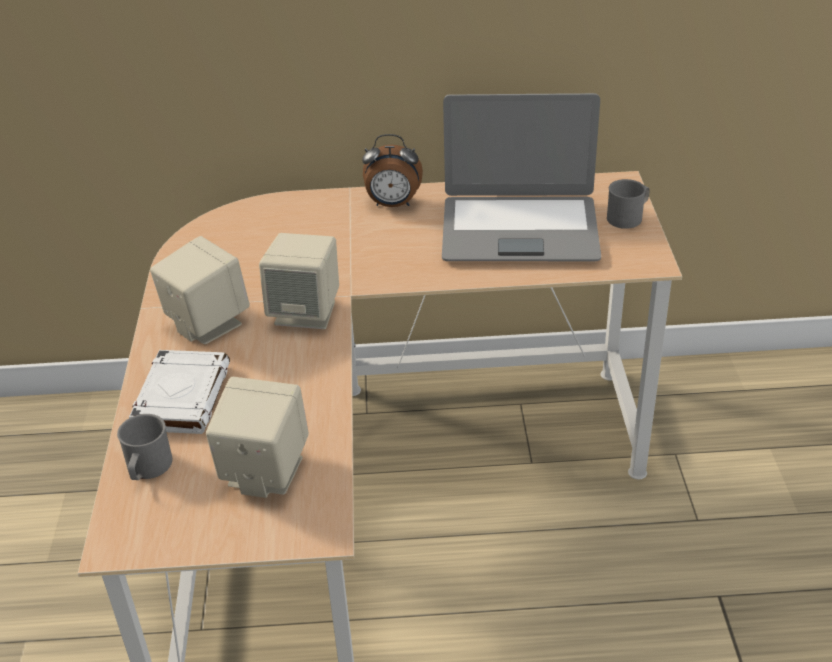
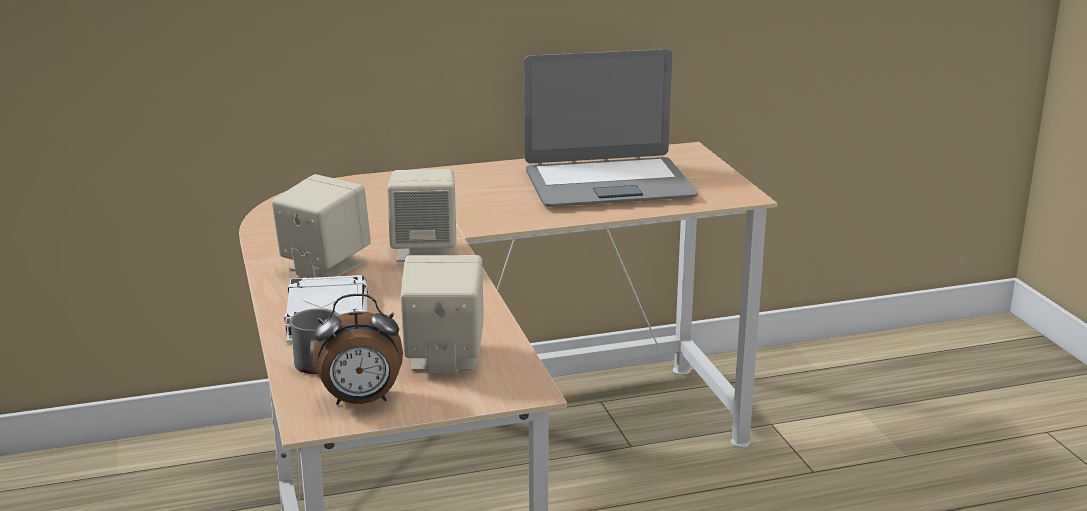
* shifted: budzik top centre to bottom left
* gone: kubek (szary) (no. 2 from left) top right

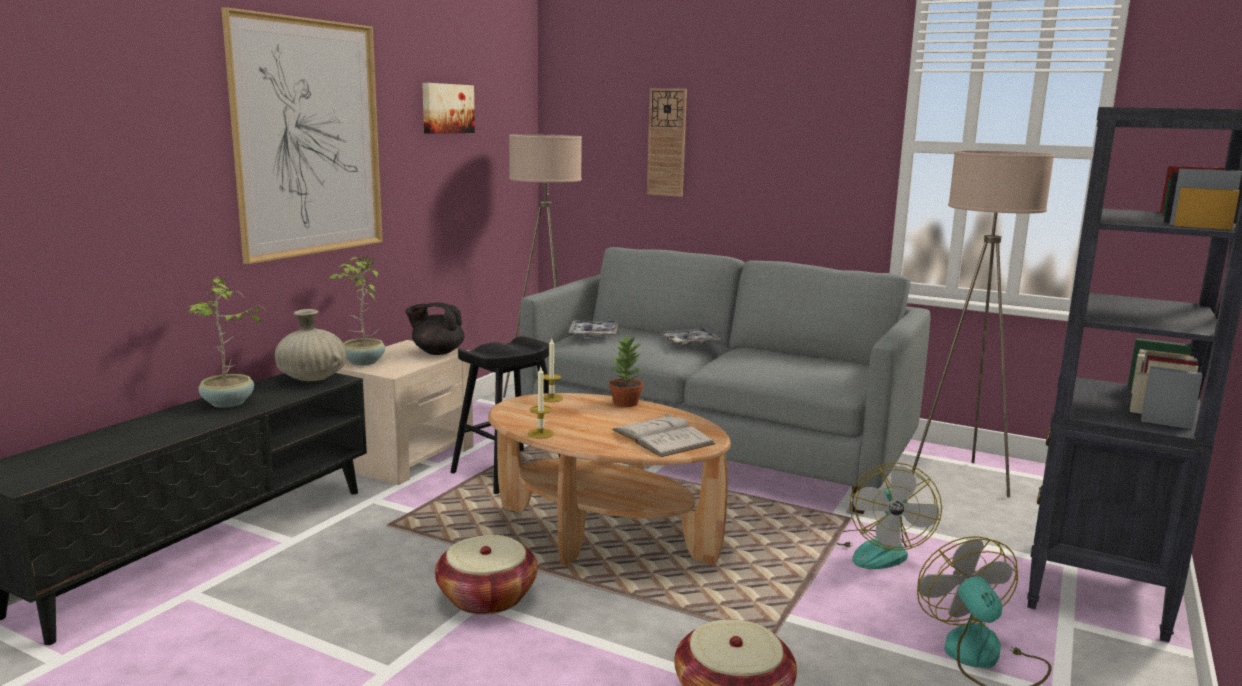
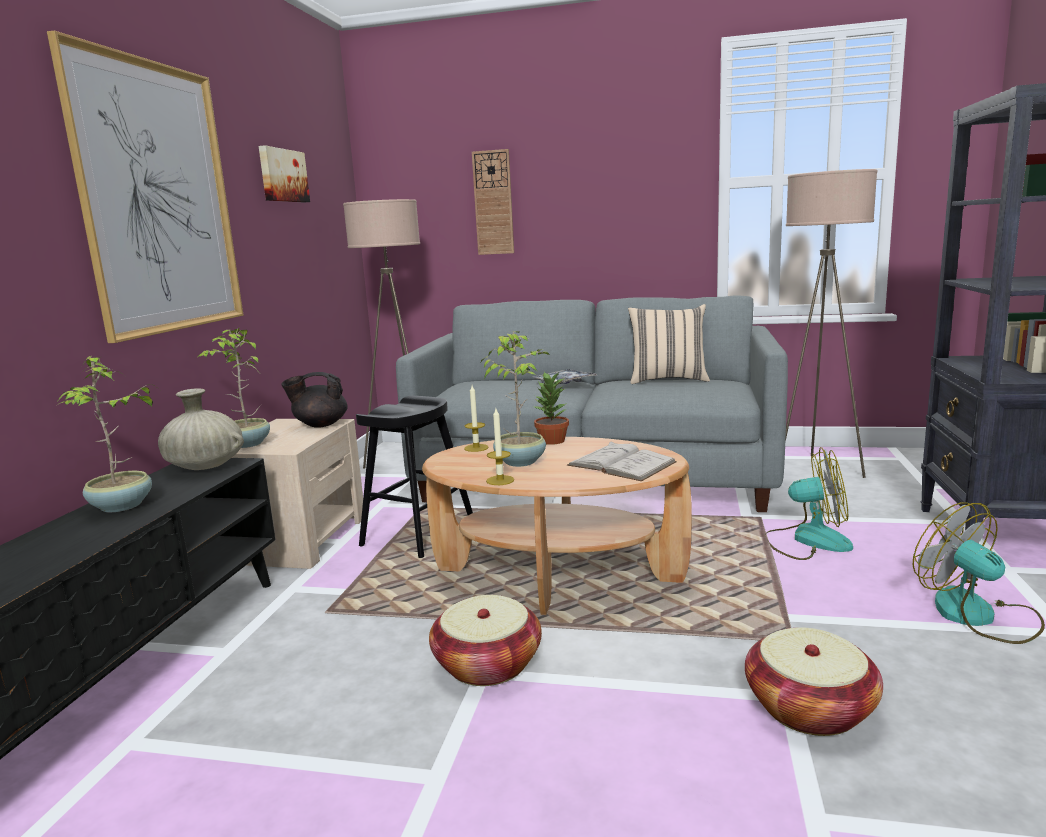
* gone: taca (no. 1 from left) centre
* rotated: wentylator (no. 1 from left) bottom right = middle right 75 degrees counterclockwise
* new: roślina doniczkowa (no. 3 from left) centre
* new: poduszka (beżowy) centre

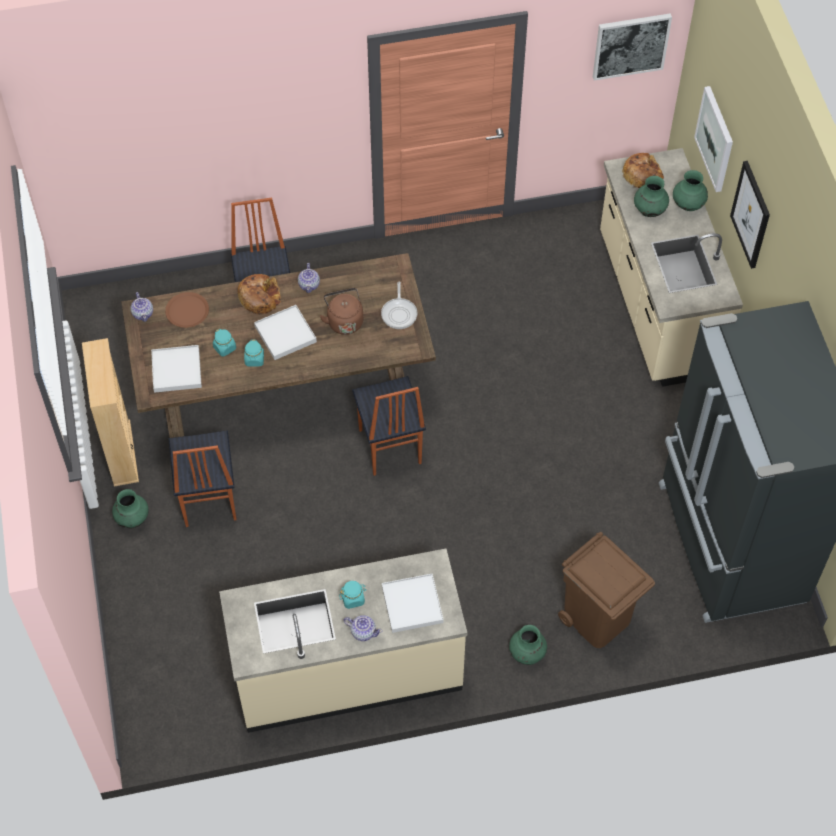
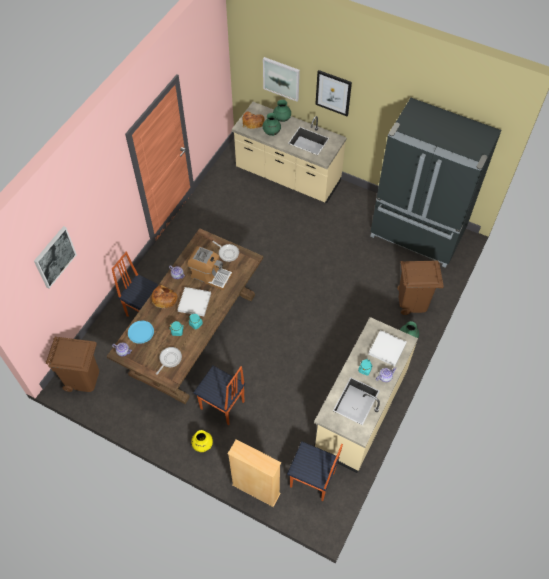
* shifted: regał (beżowy) middle left to bottom centre
* repainted: wazon (zielony) (no. 1 from left) middle left to wazon (żółty) bottom centre
* swapped: taca (biały) (no. 1 from left) middle left to patelnia (no. 1 from left) middle left
* repainted: talerz (brązowy) middle left to talerz (niebieski) middle left
* swapped: czajnik (brązowy) centre to ekspres do kawy centre
* shifted: krzesło (no. 3 from left) centre to bottom centre
* shifted: obraz (no. 1 from left) top right to middle left
* new: kosz na śmieci (brązowy) (no. 1 from left) middle left

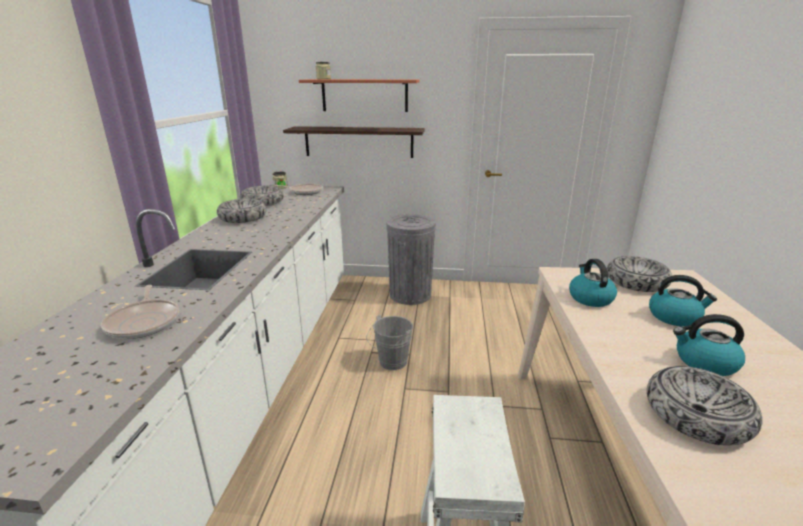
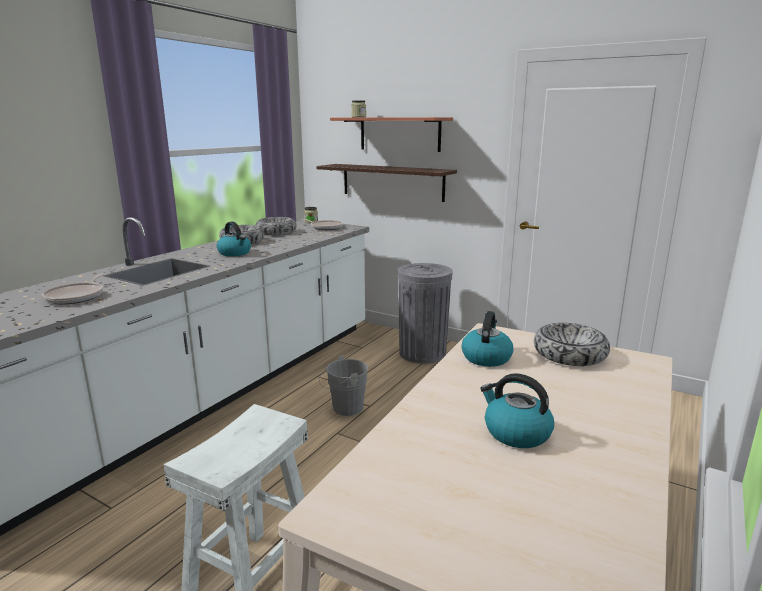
* gone: miska (no. 4 from left) bottom right
* shifted: czajnik (no. 2 from left in the first image) middle right to czajnik (no. 1 from left) middle left

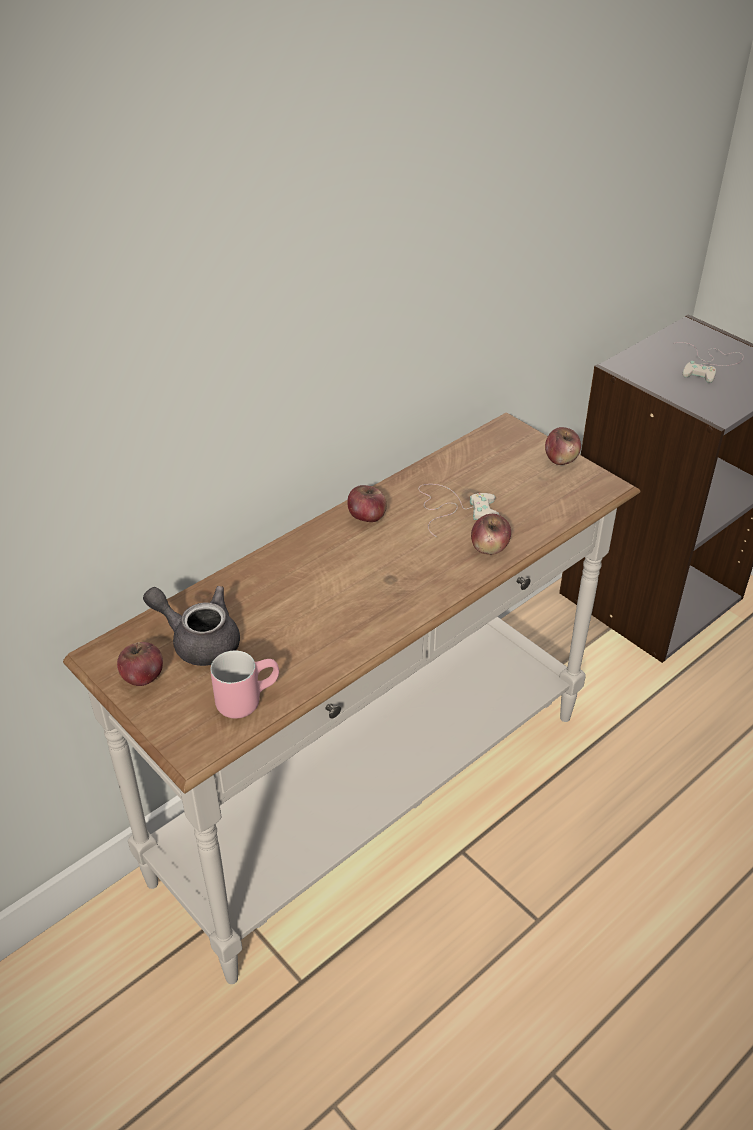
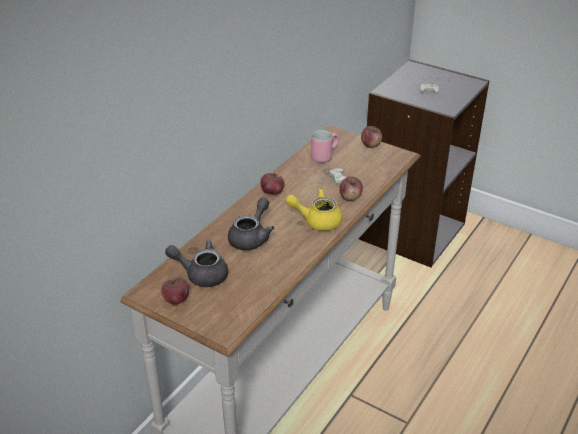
* shifted: kubek (różowy) middle left to centre
* new: imbryk (szary) (no. 2 from left) centre
* new: imbryk (żółty) centre

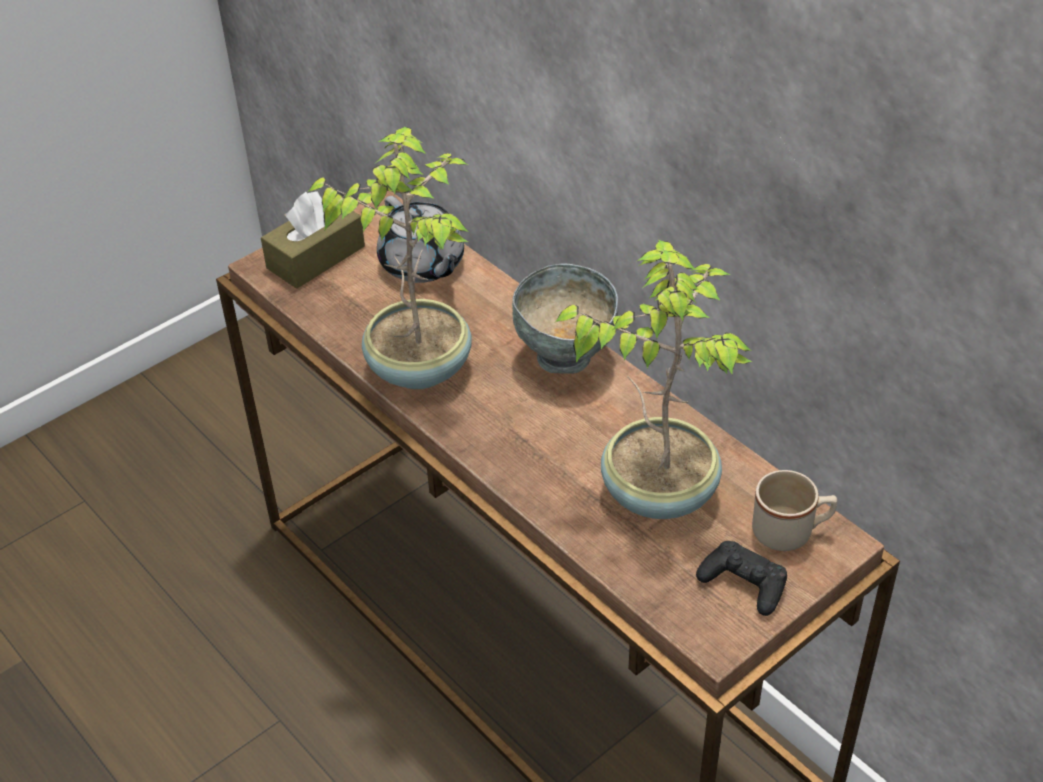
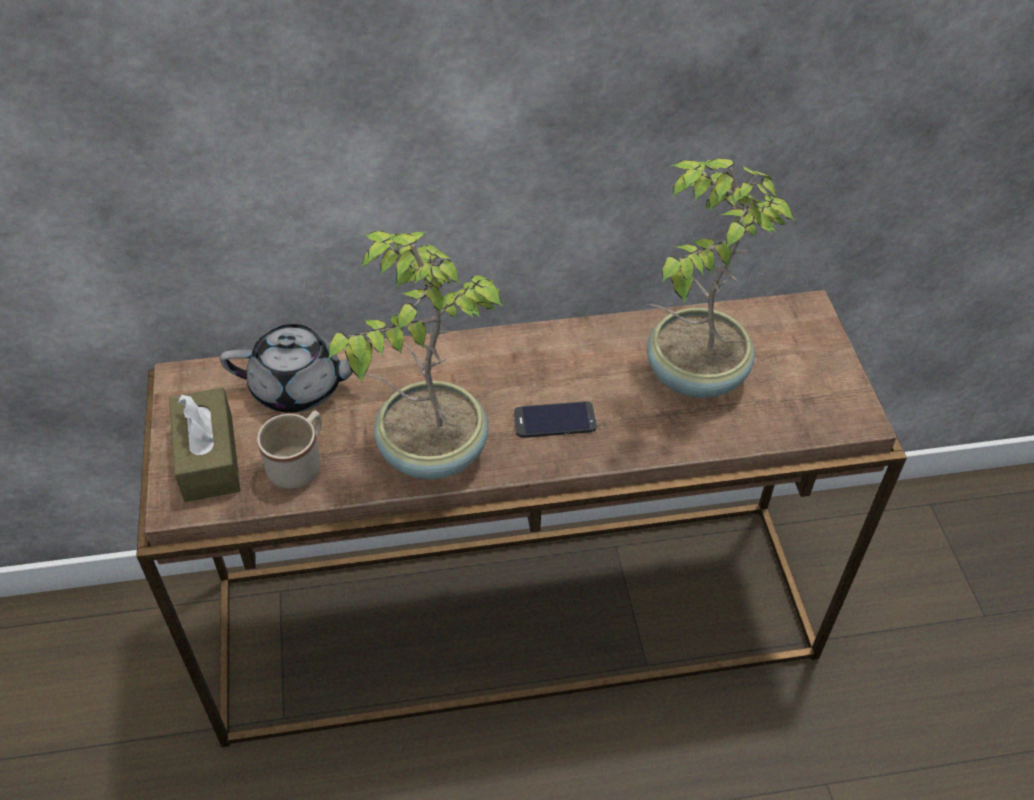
* gone: miska (szary) centre
* gone: pad do gier (czarny) bottom right
* shifted: kubek (beżowy) middle right to middle left
* new: telefon centre

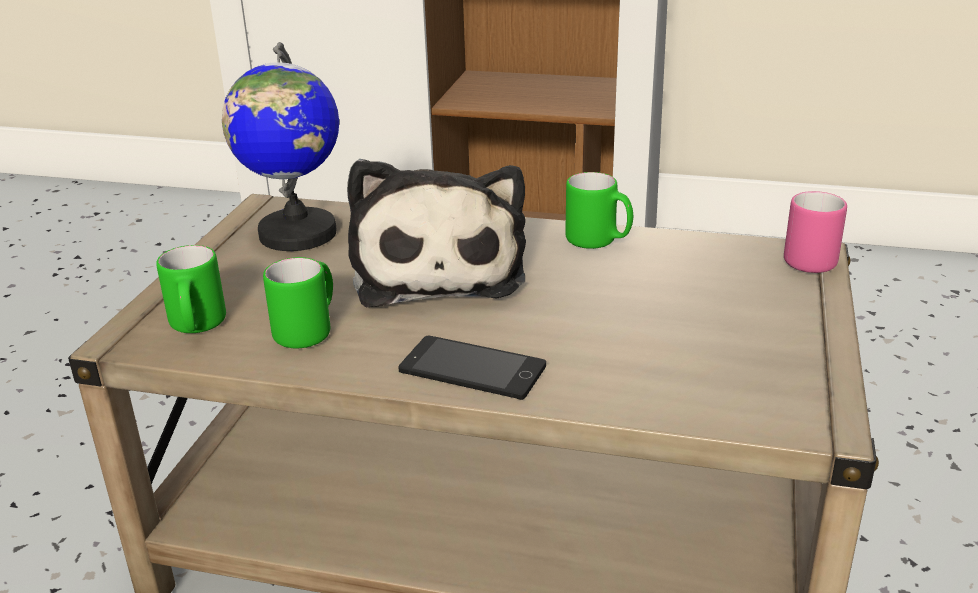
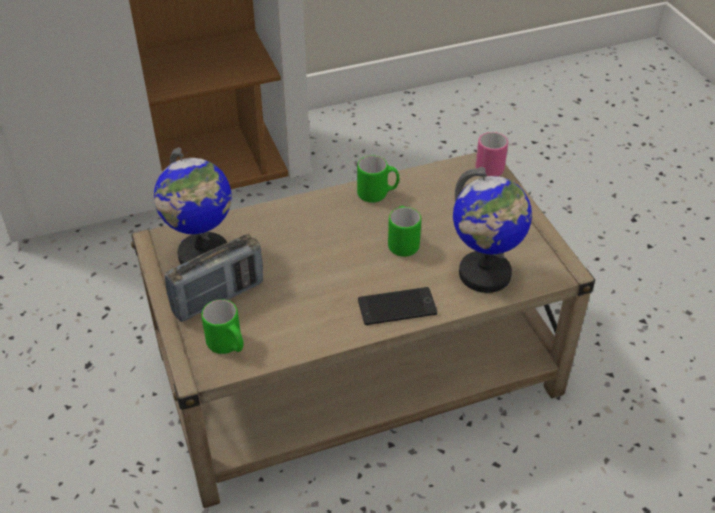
* shifted: kubek (zielony) (no. 2 from left in the first image) middle left to kubek (zielony) (no. 3 from left) centre
* gone: pluszak centre
* new: radio middle left
* new: globus (no. 2 from left) middle right

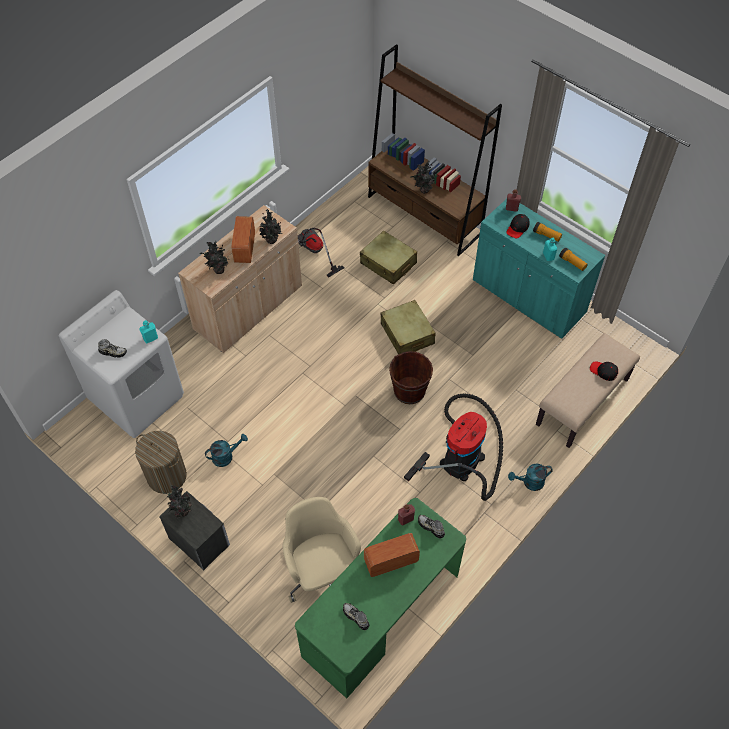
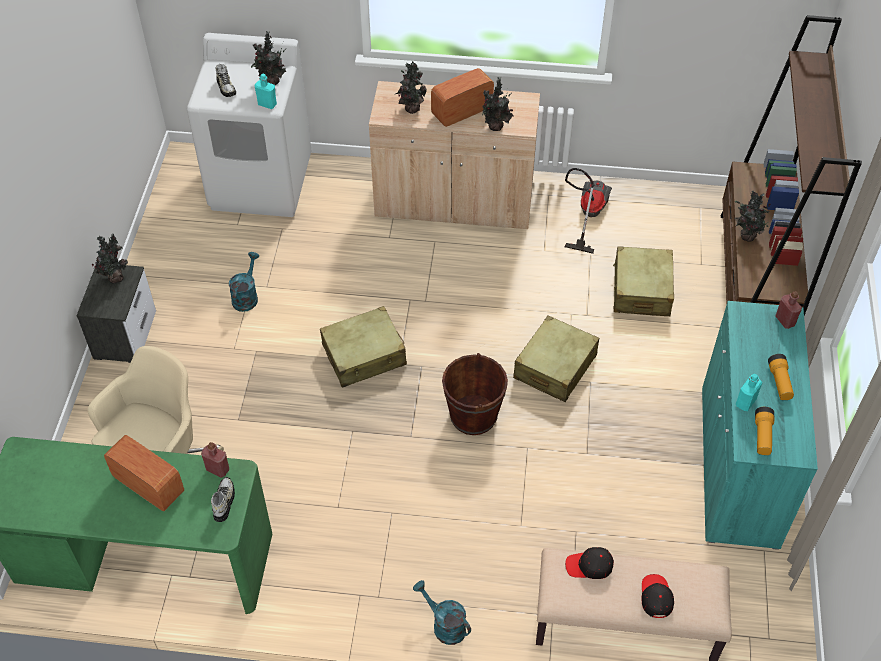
* gone: kosz na pranie middle left
* rotated: konewka (turkusowy) (no. 1 from left) middle left = middle left 105 degrees counterclockwise
* gone: but (no. 2 from left) bottom centre
* gone: odkurzacz (no. 2 from left) centre
* shifted: czapka z daszkiem (czarny) (no. 1 from left) top right to bottom right
* new: roślina doniczkowa (no. 2 from left) top left
* new: walizka (beżowy) (no. 1 from left) centre

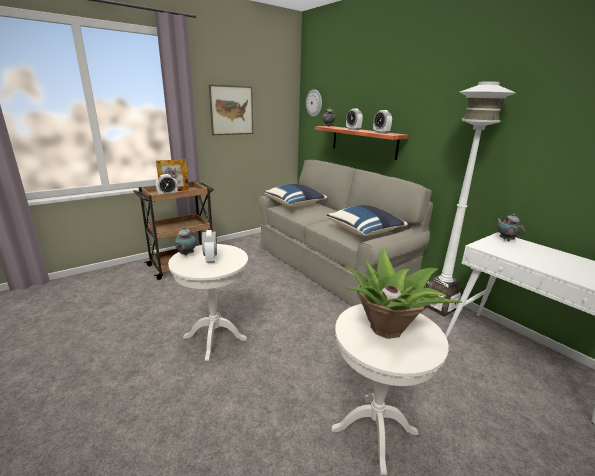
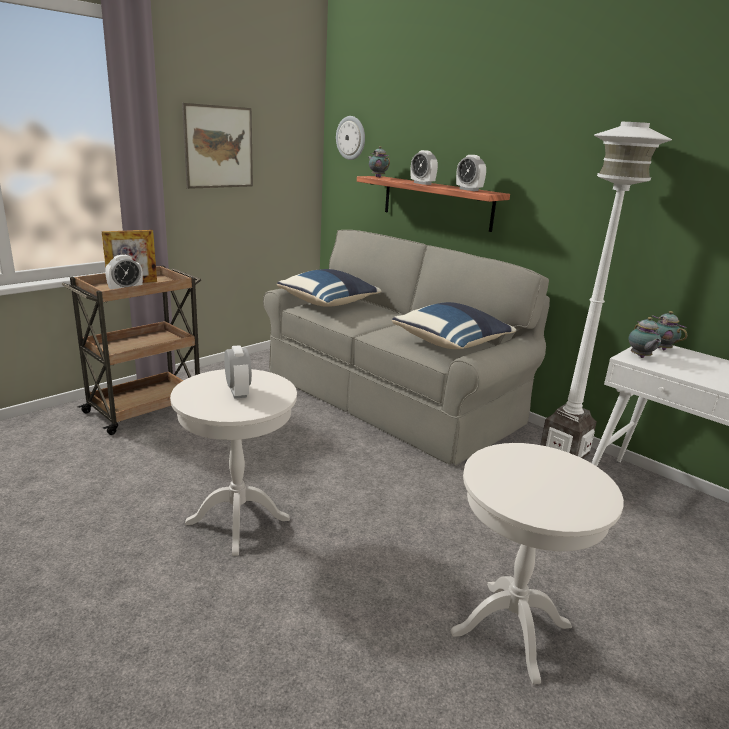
* shifted: imbryk (no. 1 from left in the first image) middle left to imbryk (no. 2 from left) middle right
* gone: roślina doniczkowa middle right

